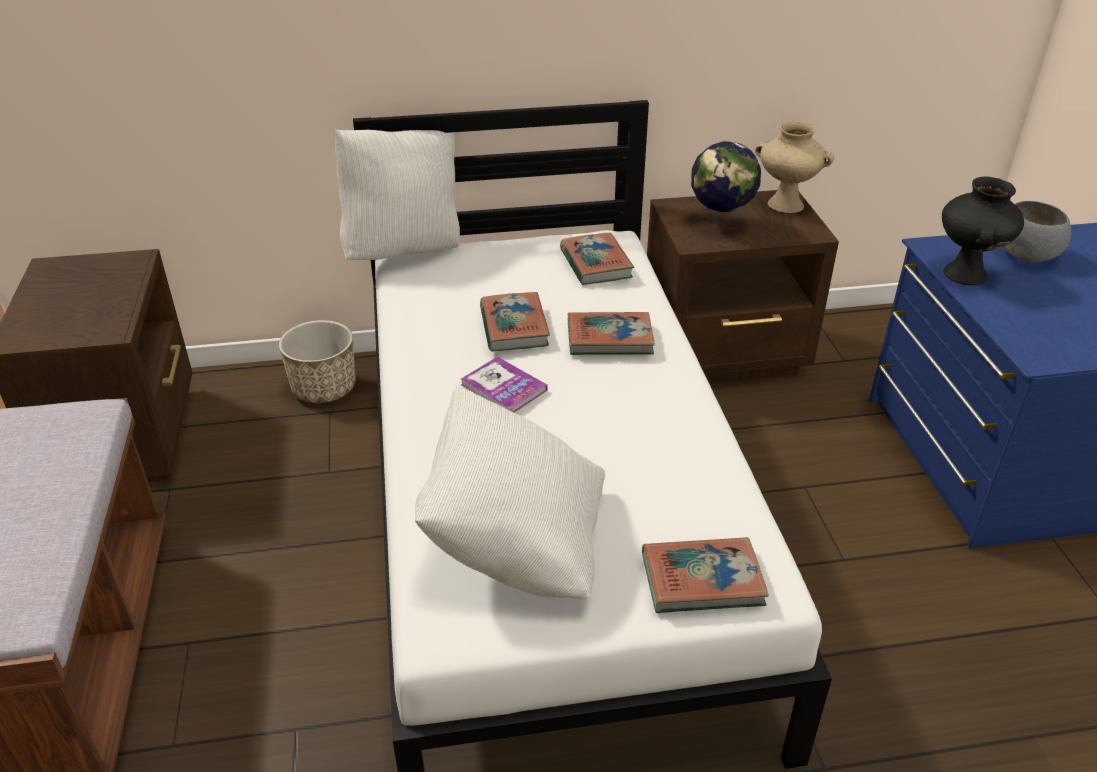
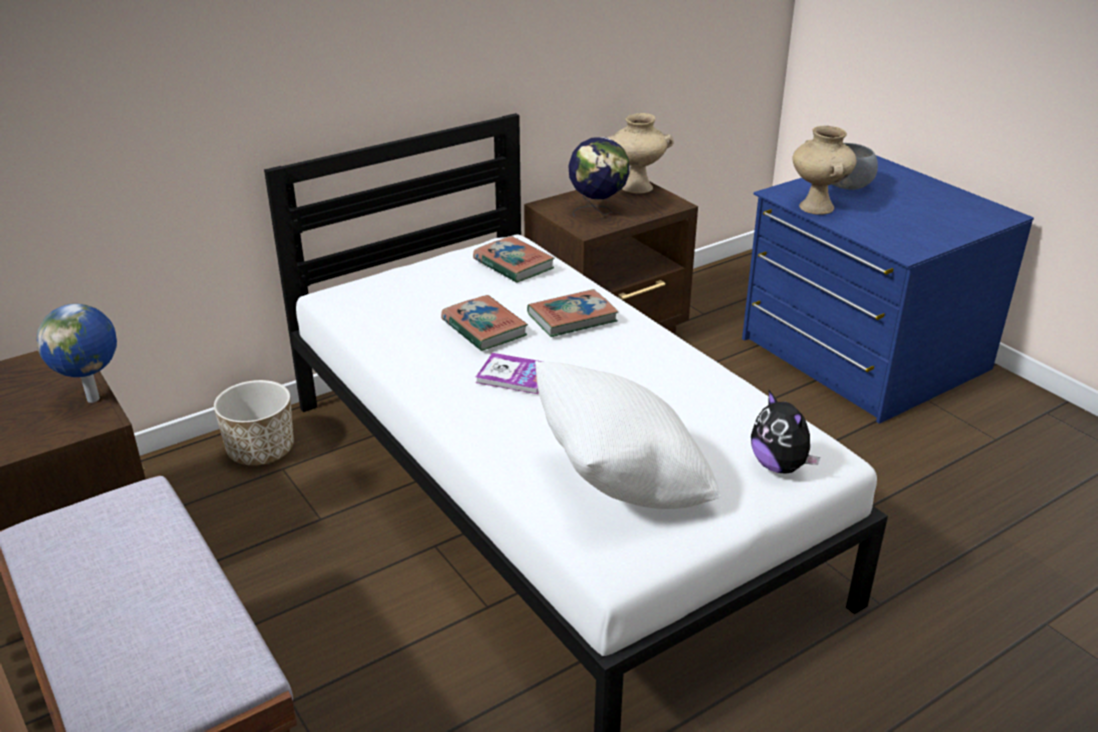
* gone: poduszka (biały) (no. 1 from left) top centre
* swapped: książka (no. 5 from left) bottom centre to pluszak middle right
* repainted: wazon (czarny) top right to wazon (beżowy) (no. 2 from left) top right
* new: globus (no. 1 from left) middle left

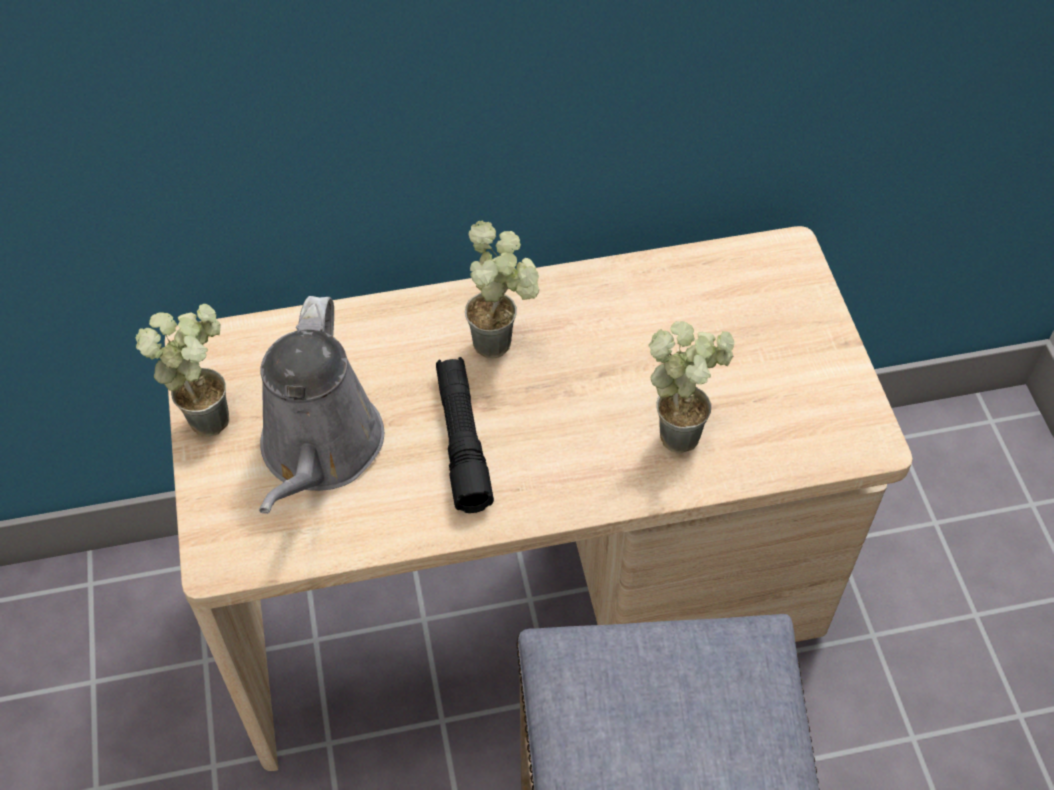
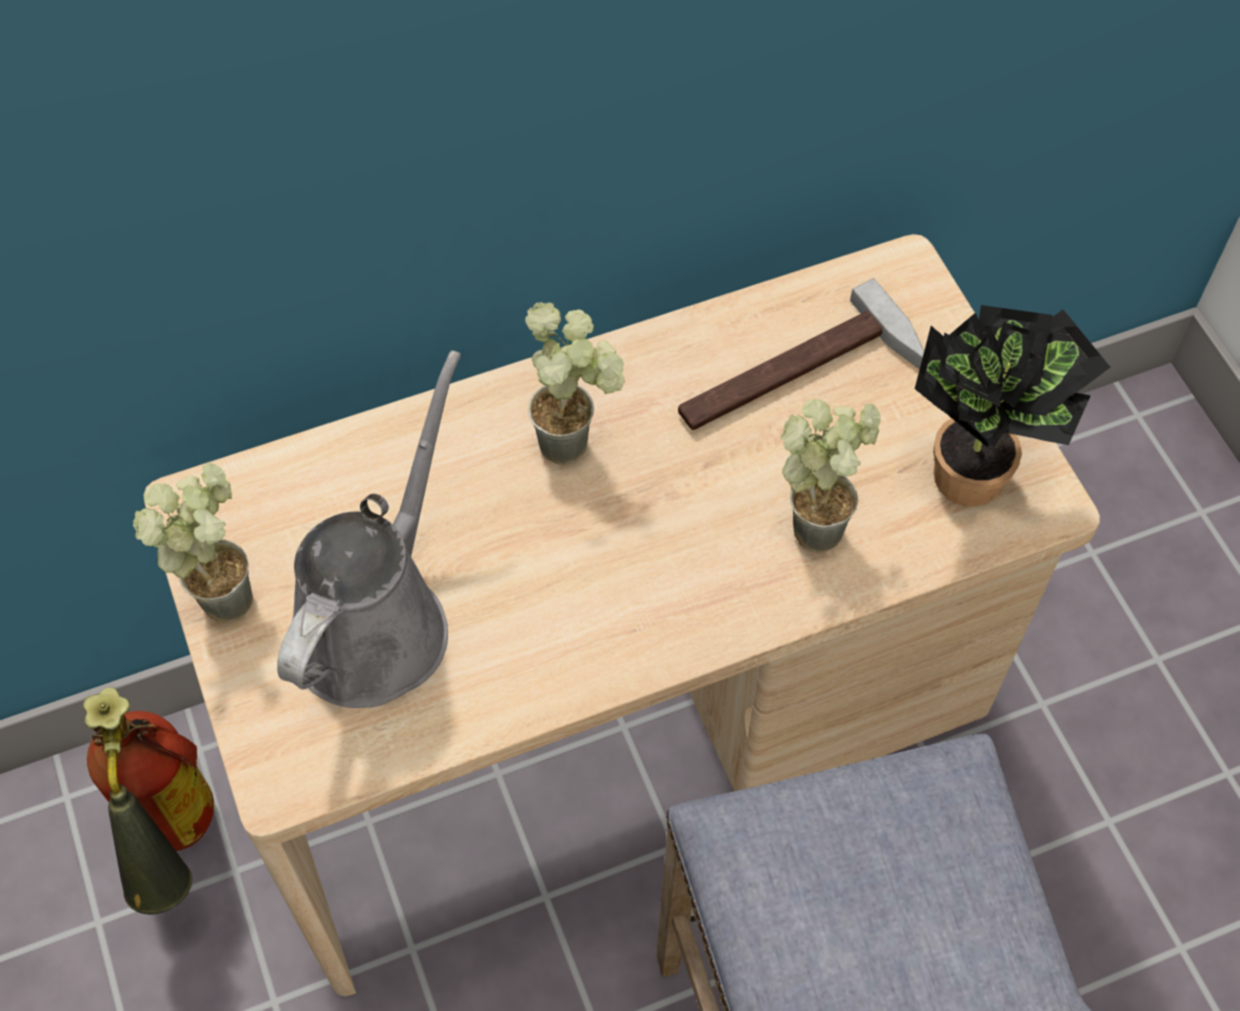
* rotated: konewka (szary) middle left = middle left 150 degrees counterclockwise
* gone: latarka (czarny) centre
* new: gaśnica bottom left
* new: młotek centre
* new: roślina doniczkowa (no. 4 from left) middle right

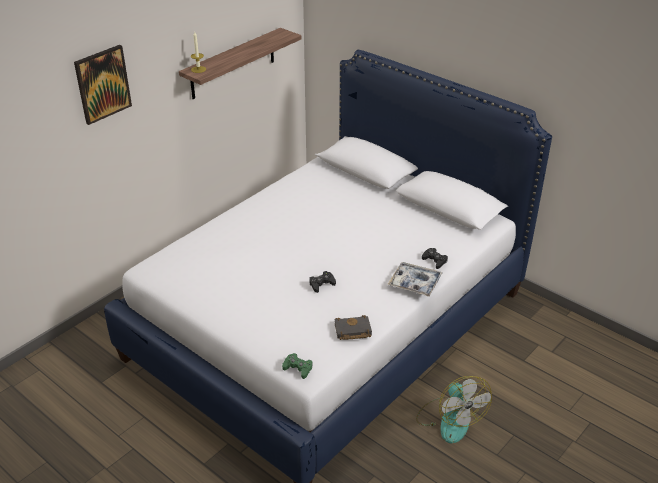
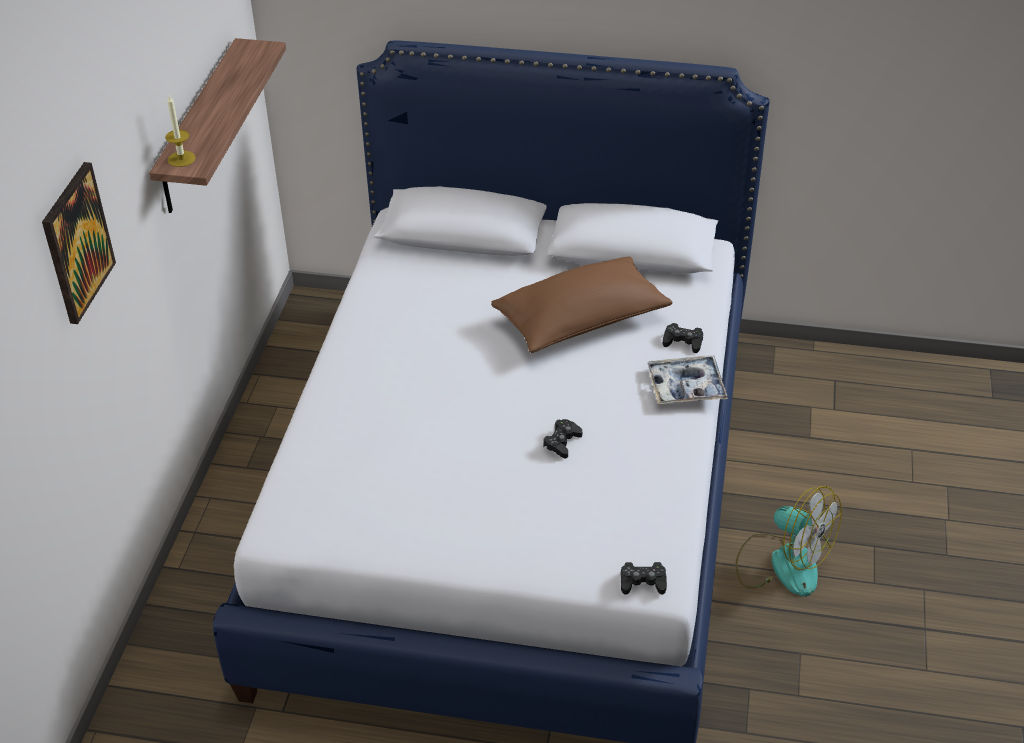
* repainted: pad do gier (zielony) bottom centre to pad do gier (czarny) (no. 2 from left) bottom centre
* gone: książka (czarny) bottom centre
* new: poduszka (brązowy) centre

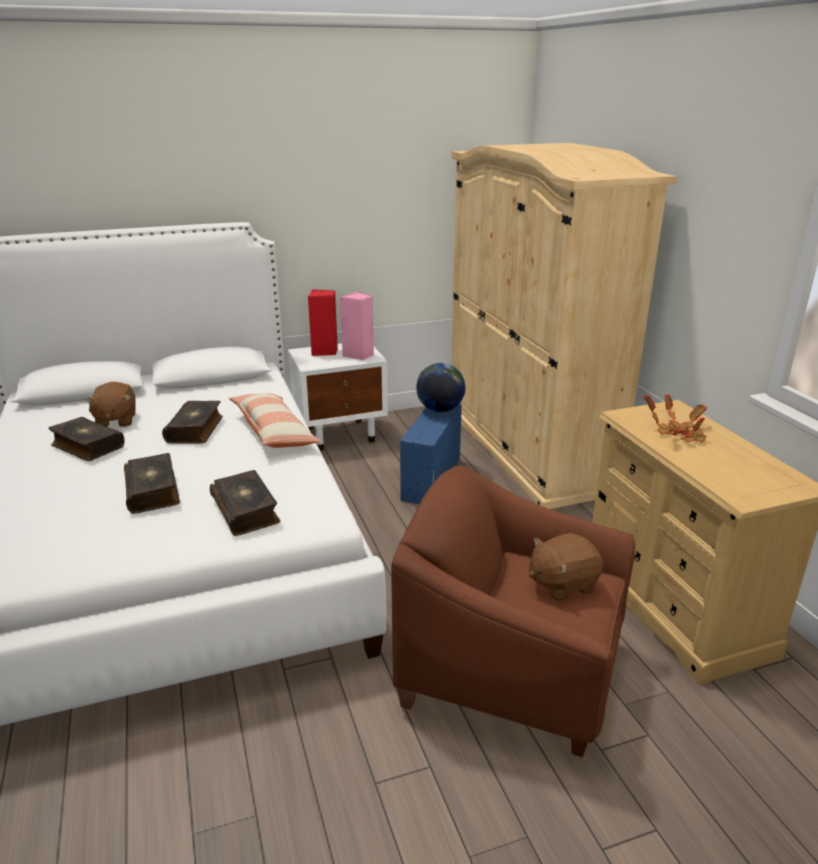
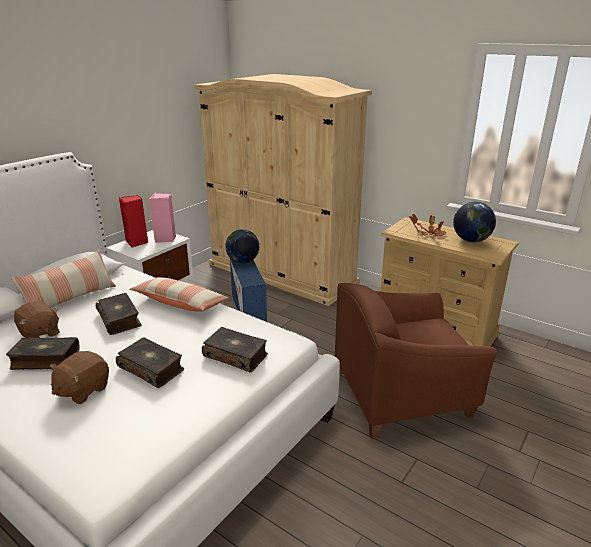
* shifted: pluszak (brązowy) (no. 2 from left) middle right to bottom left
* new: poduszka (no. 1 from left) middle left
* new: globus (no. 2 from left) middle right

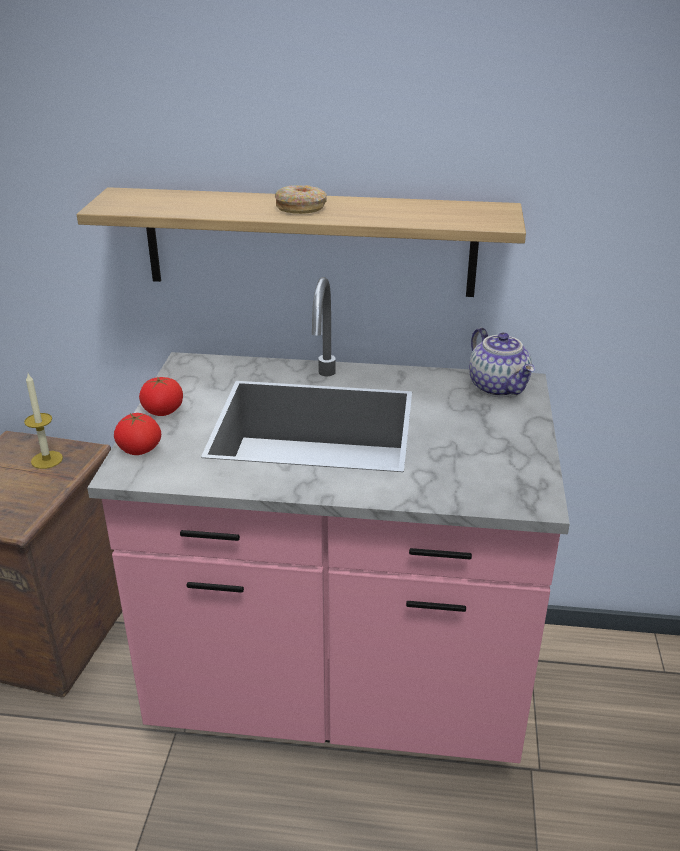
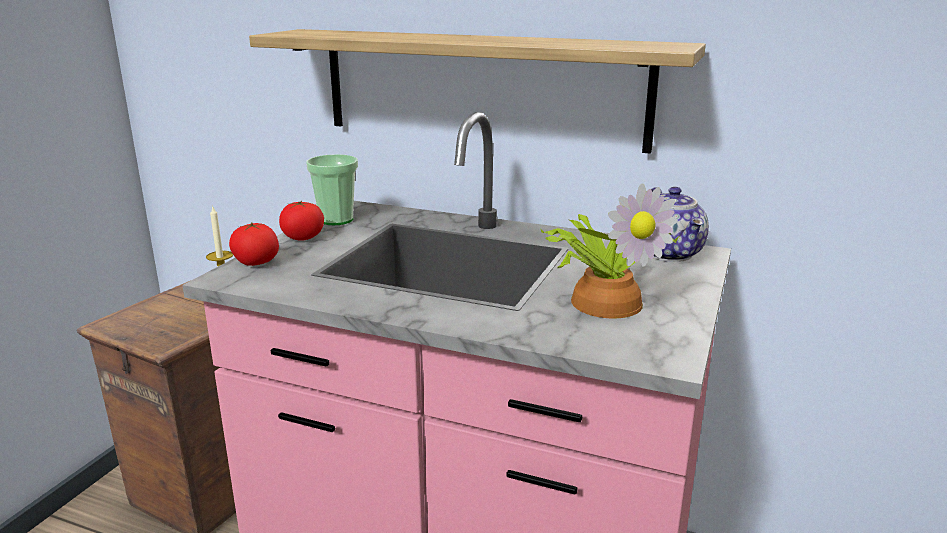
* gone: donut top centre
* new: filiżanka centre
* new: roślina doniczkowa centre

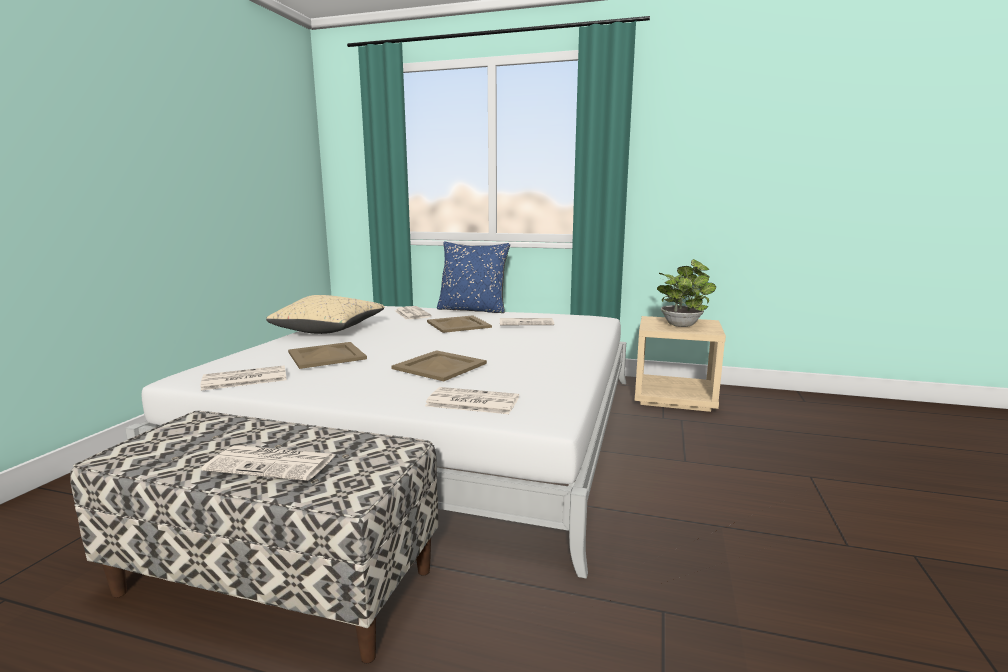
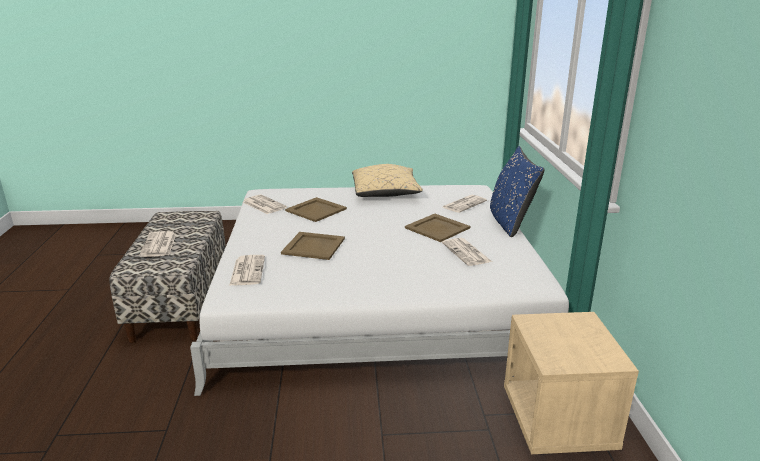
* gone: roślina doniczkowa middle right

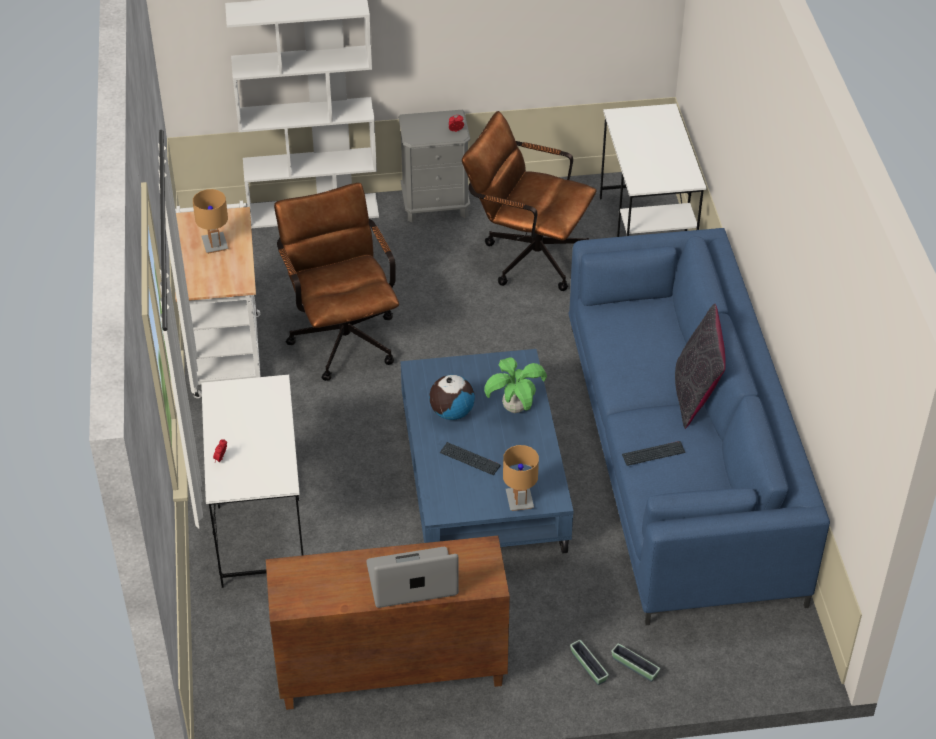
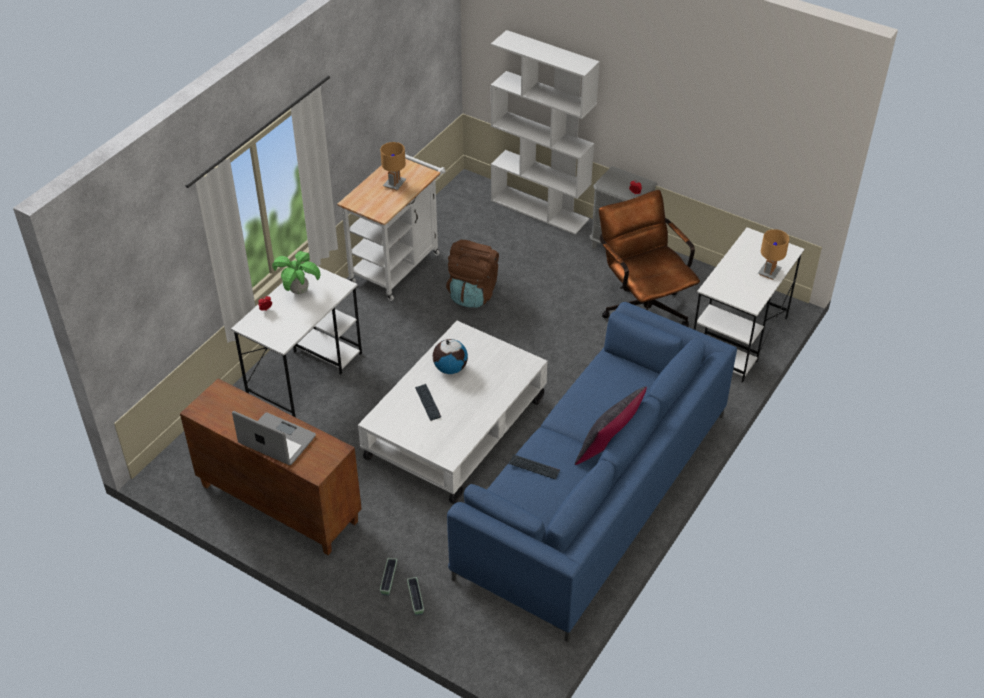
* swapped: krzesło biurowe (brązowy) (no. 1 from left) centre to plecak (brązowy) centre
* repainted: ława (niebieski) centre to ława (biały) centre
* shifted: roślina doniczkowa centre to middle left
* shifted: lampa stołowa (brązowy) (no. 2 from left) centre to middle right

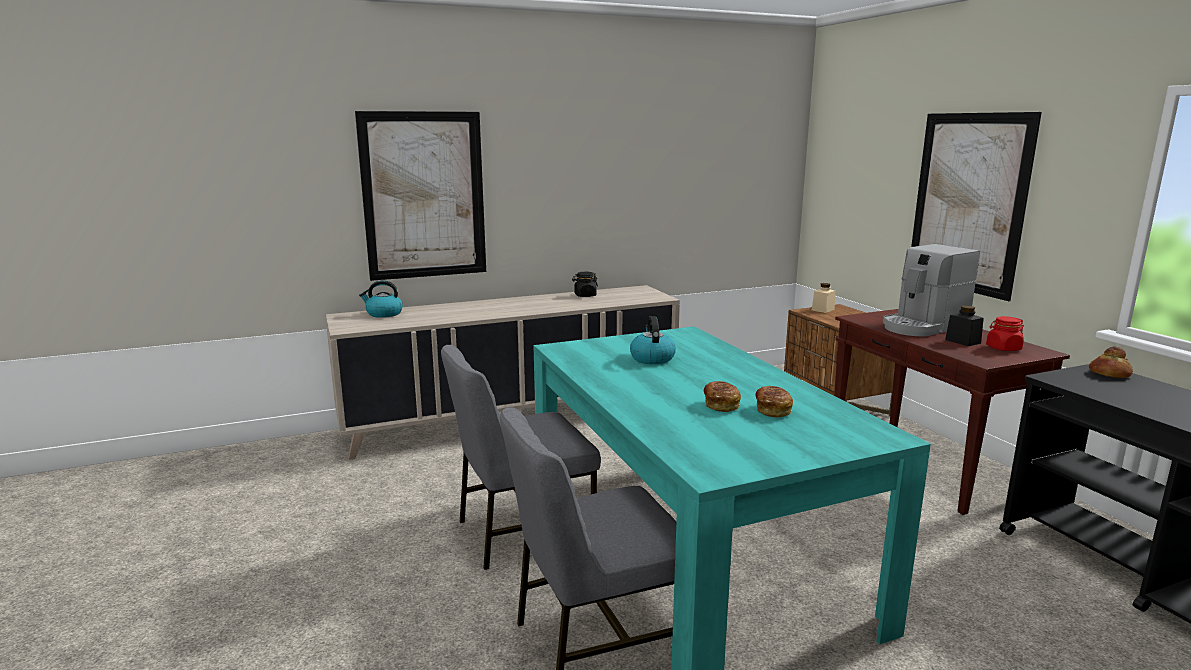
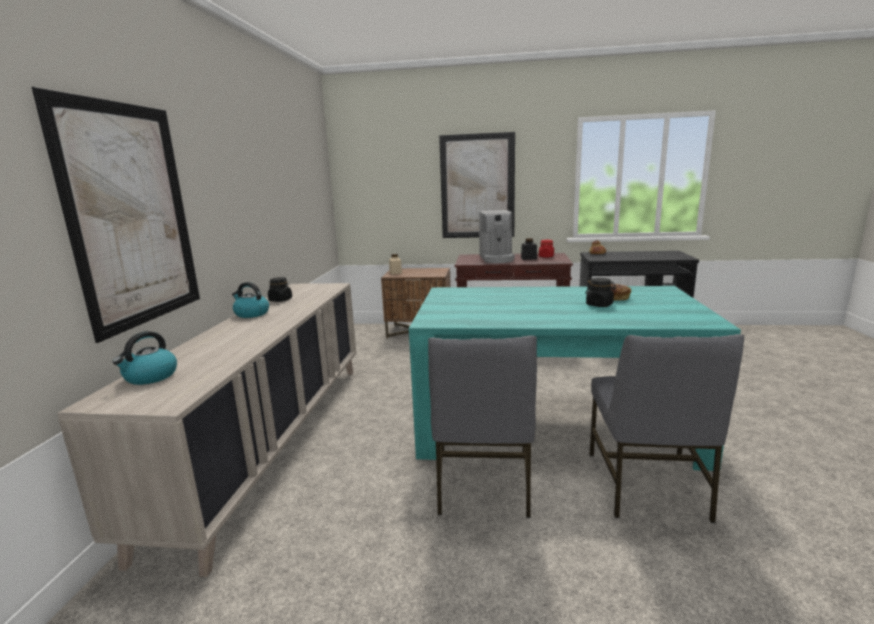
* shifted: czajnik (no. 2 from left) centre to middle left
* swapped: chleb (no. 1 from left) centre to słoik (czarny) (no. 3 from left) middle right

